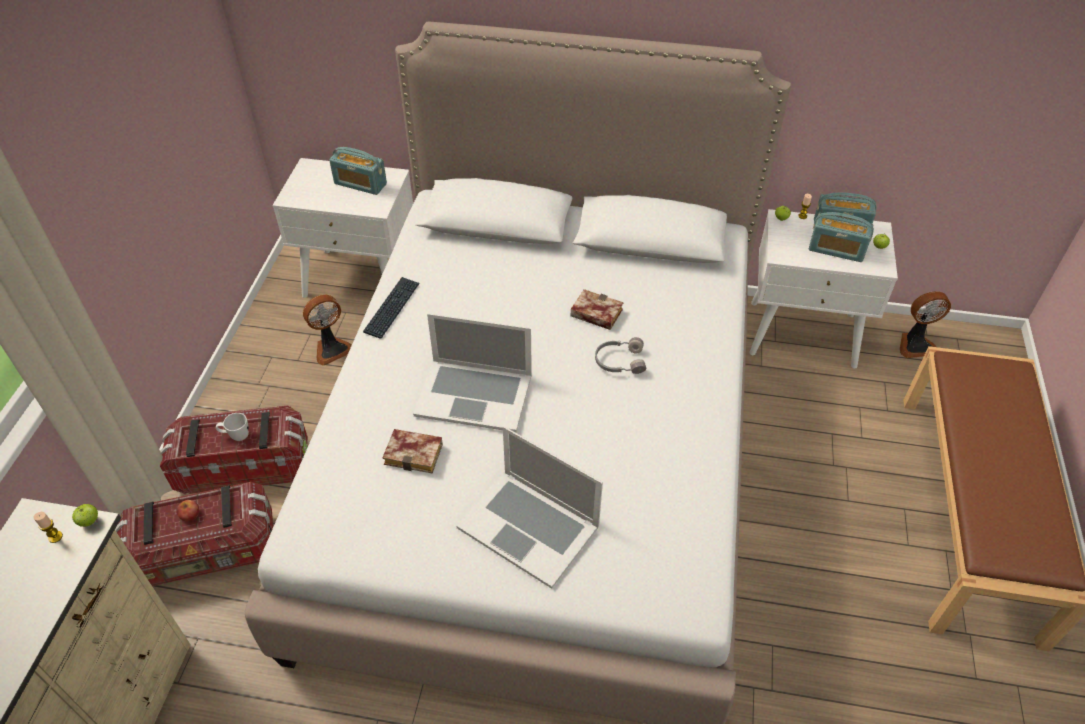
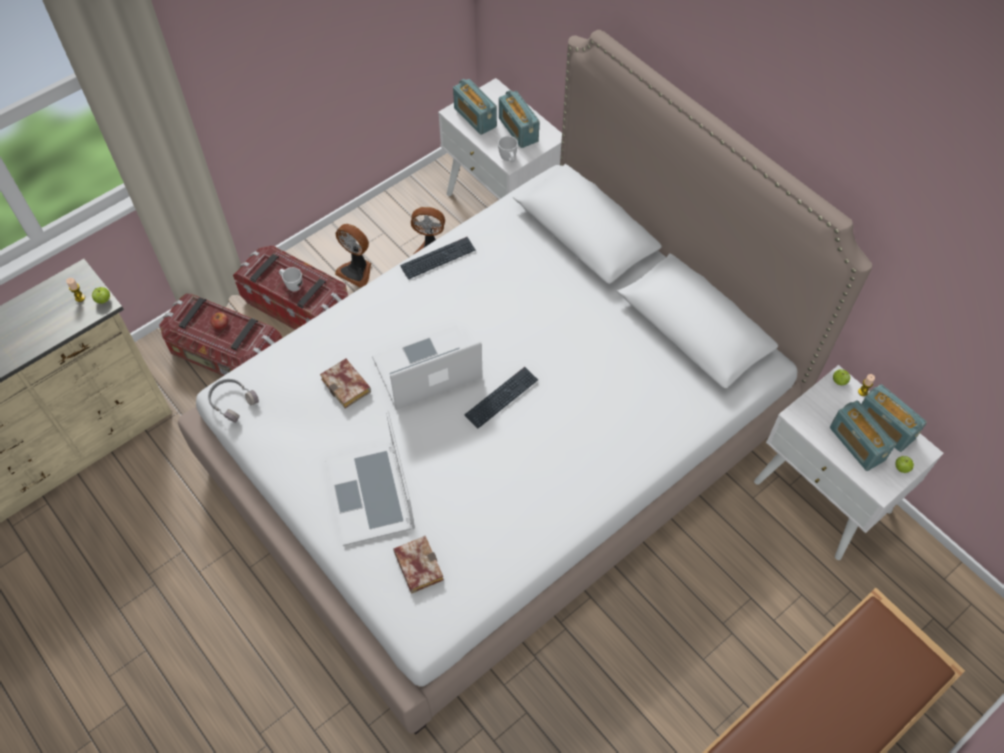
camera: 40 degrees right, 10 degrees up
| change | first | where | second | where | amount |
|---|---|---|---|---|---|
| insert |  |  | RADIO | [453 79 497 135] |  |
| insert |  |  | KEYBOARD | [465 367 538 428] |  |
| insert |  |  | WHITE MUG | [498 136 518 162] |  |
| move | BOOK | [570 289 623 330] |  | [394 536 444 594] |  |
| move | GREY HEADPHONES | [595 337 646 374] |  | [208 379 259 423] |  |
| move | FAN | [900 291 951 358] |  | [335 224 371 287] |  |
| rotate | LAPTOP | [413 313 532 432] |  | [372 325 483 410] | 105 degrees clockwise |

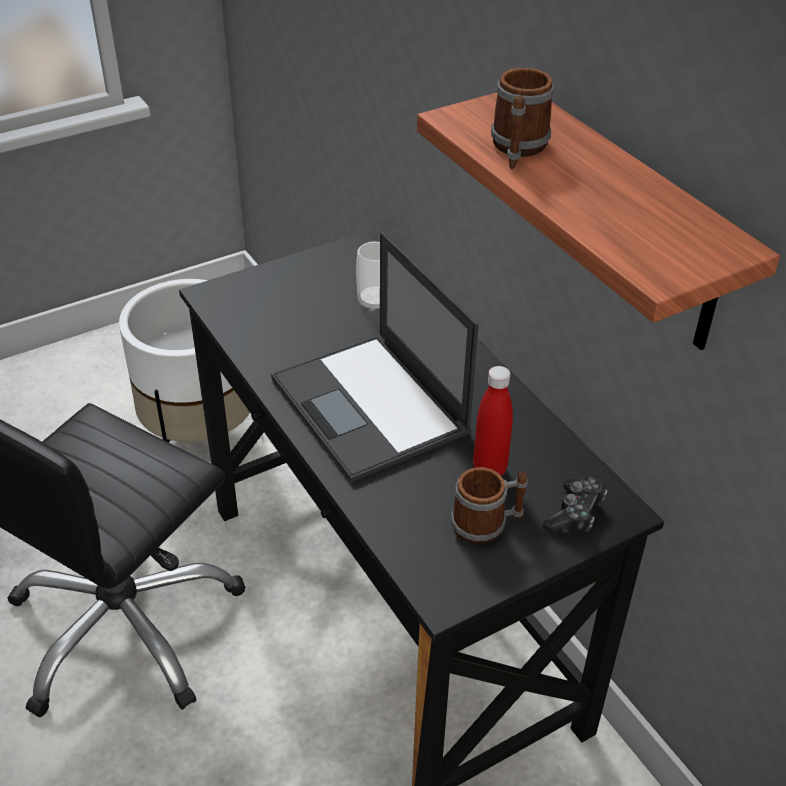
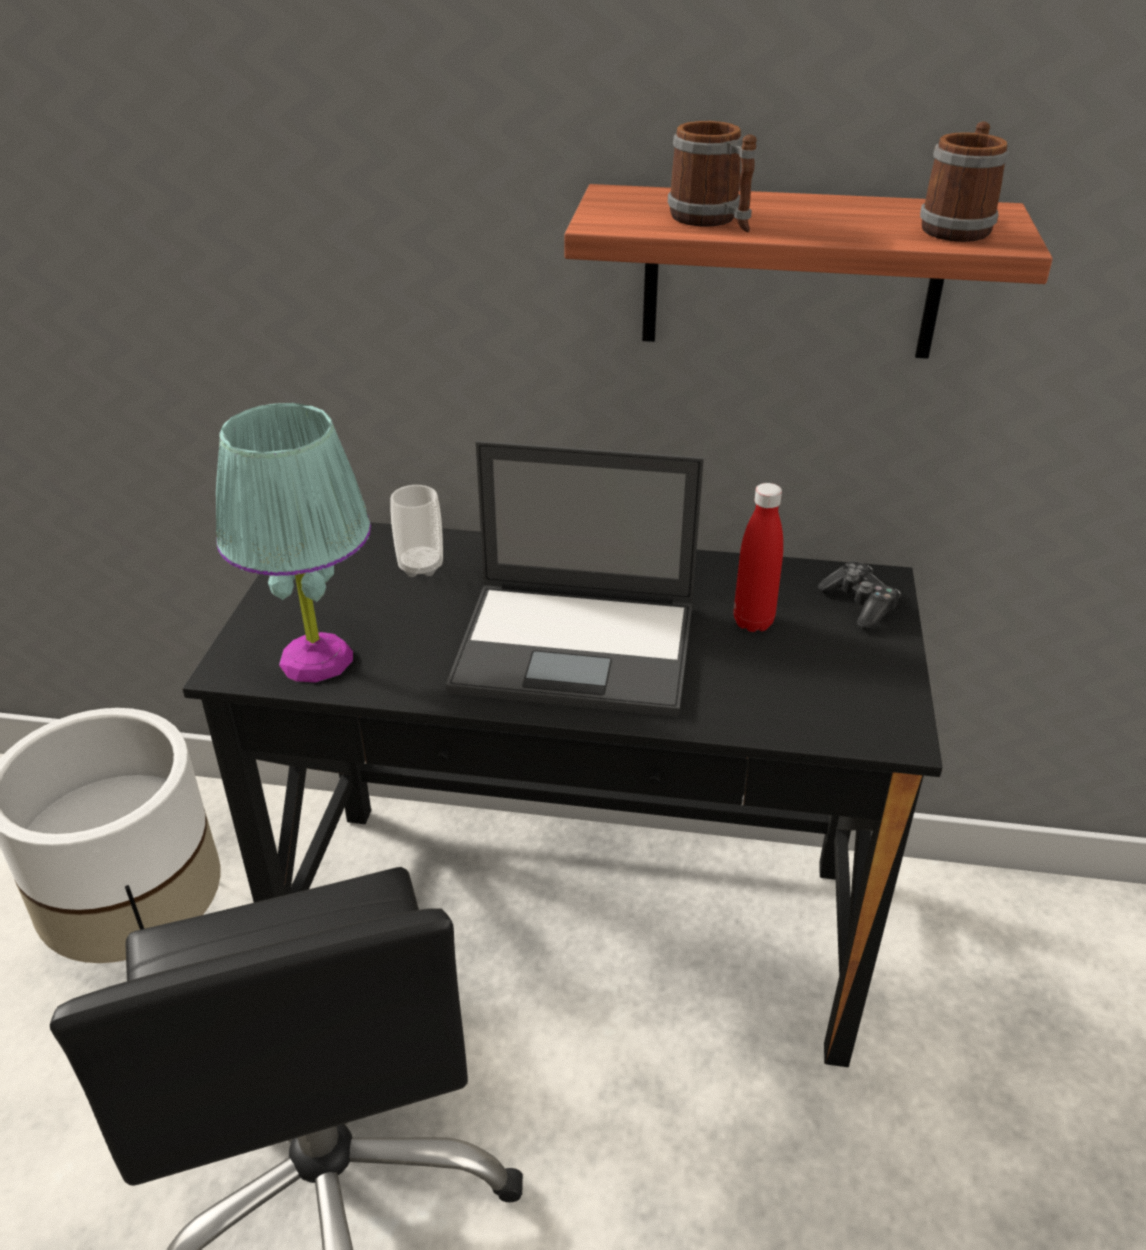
camera: 50 degrees left, 5 degrees down
| change | first | where | second | where | amount |
|---|---|---|---|---|---|
| insert |  |  | TURQUOISE TABLE LAMP | [216 403 371 683] |  |
| move | MUG | [451 467 528 545] |  | [920 122 1009 242] |  |

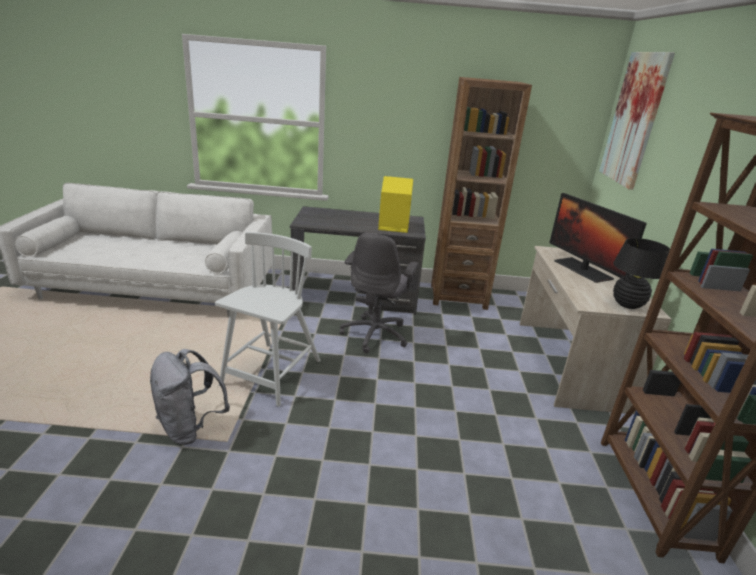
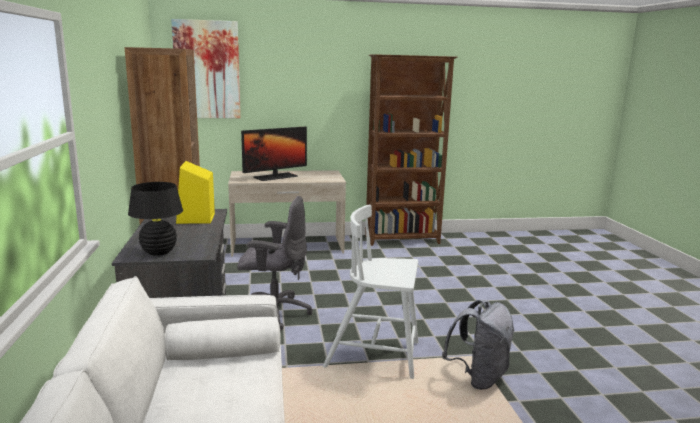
camera: 100 degrees left, 10 degrees down
| change | first | where | second | where | amount |
|---|---|---|---|---|---|
| move | BLACK TABLE LAMP | [613 238 670 309] |  | [128 182 183 256] |  |

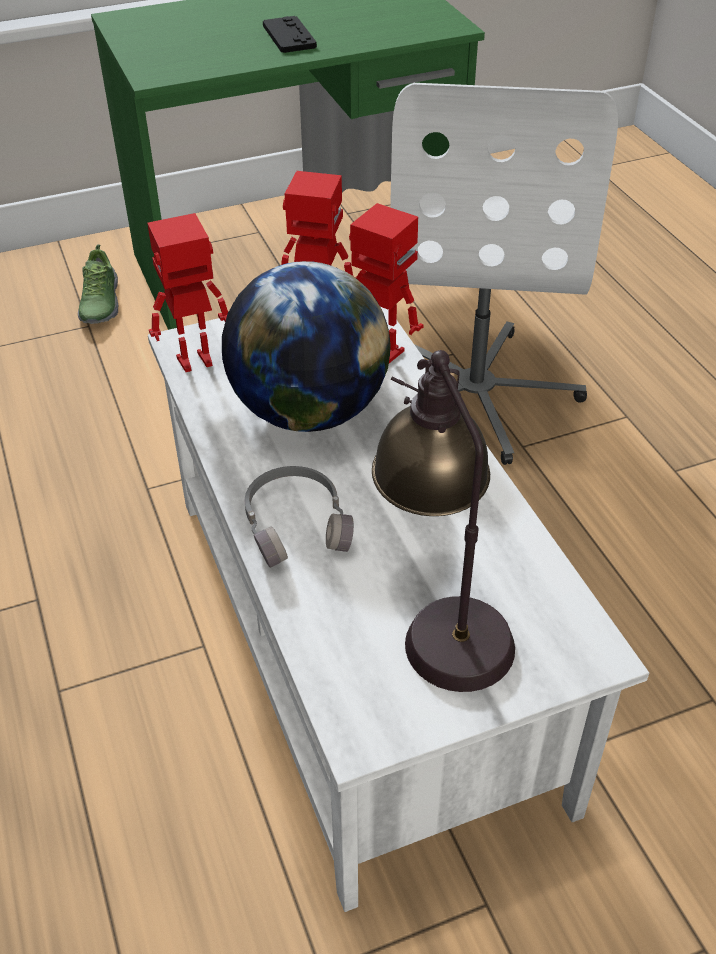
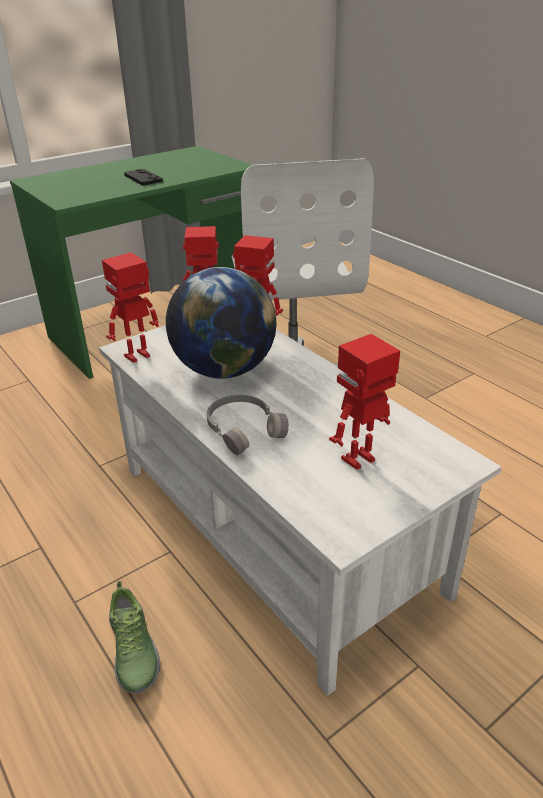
camera: 15 degrees left, 10 degrees down
| change | first | where | second | where | amount |
|---|---|---|---|---|---|
| move | SHOE | [78 244 118 324] |  | [109 581 160 693] |  |
| replace | TABLE LAMP | [372 350 515 692] | TOY ROBOT | [329 334 400 470] |  |

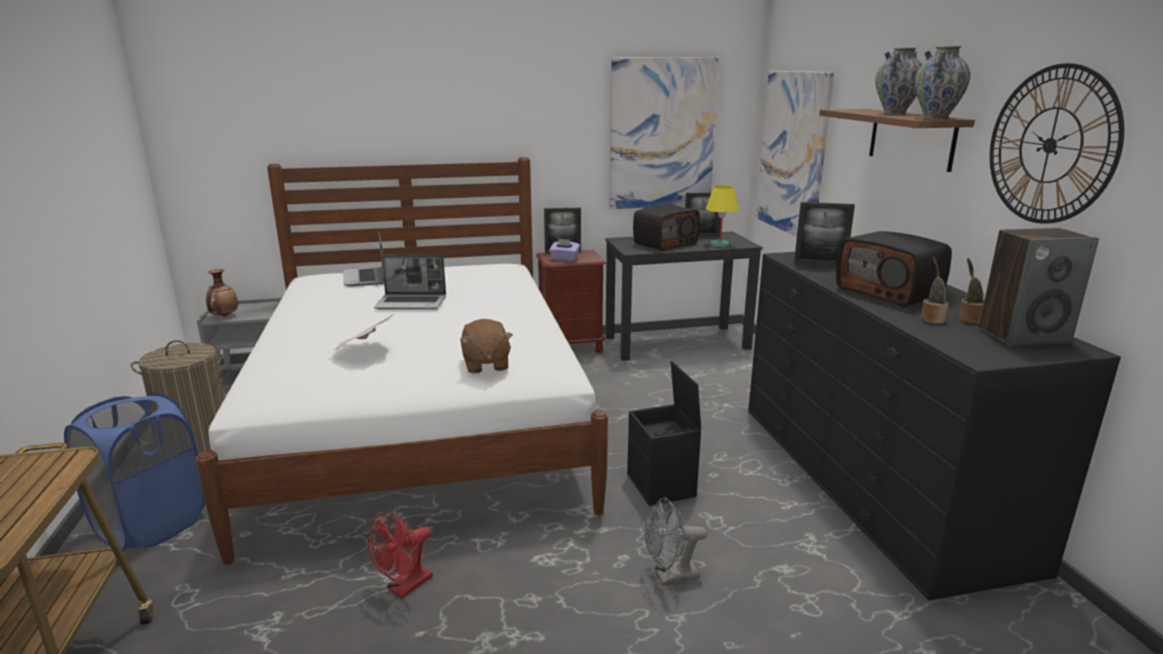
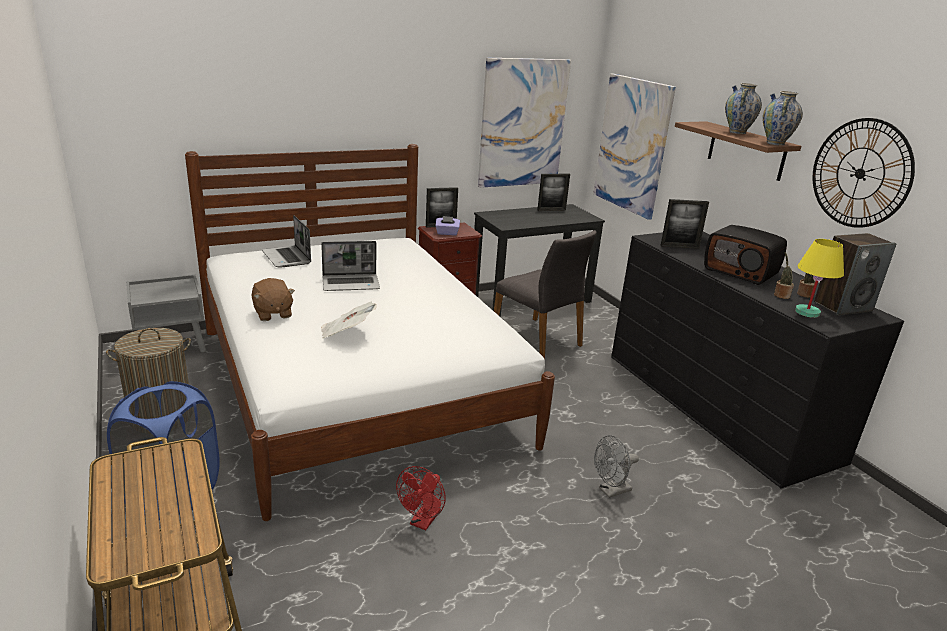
camera: 15 degrees left, 5 degrees up
| change | first | where | second | where | amount |
|---|---|---|---|---|---|
| delete | VASE | [206 269 238 317] |  |  |  |
| delete | BLACK STORAGE BOX | [627 361 701 506] |  |  |  |
| delete | RADIO | [633 204 700 251] |  |  |  |
| insert |  |  | GREY CHAIR | [494 230 597 359] |  |
| move | BROWN PLUSH TOY | [460 319 513 374] |  | [252 278 295 321] |  |
| move | YELLOW TABLE LAMP | [706 185 739 247] |  | [795 239 844 318] |  |

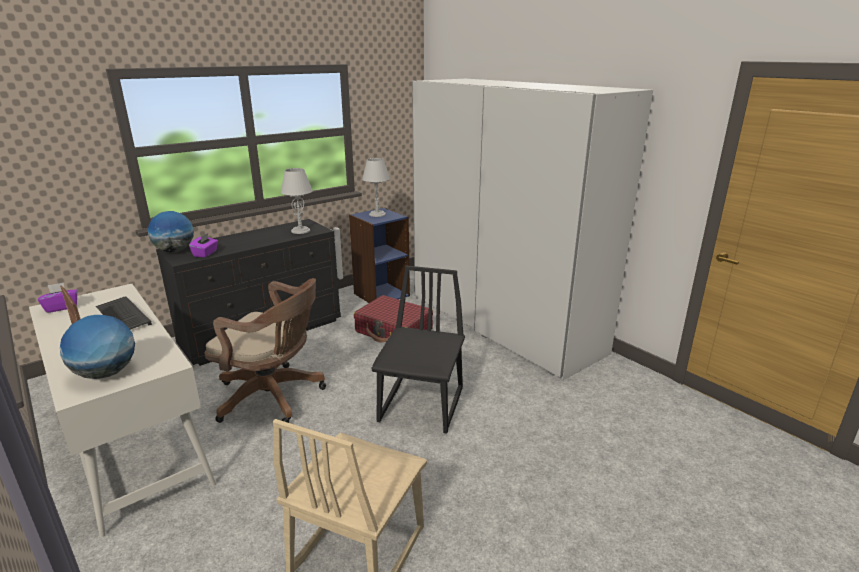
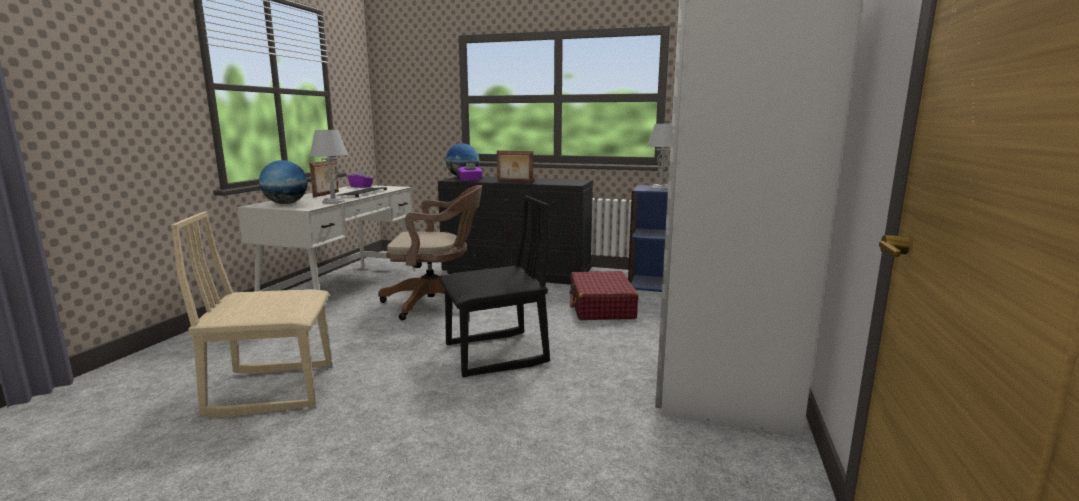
camera: 55 degrees right, 10 degrees down
| change | first | where | second | where | amount |
|---|---|---|---|---|---|
| insert |  |  | PICTURE FRAME | [497 150 533 183] |  |
| move | GREY TABLE LAMP | [281 168 313 234] |  | [310 130 348 203] |  |
| rotate | BROWN OFFICE CHAIR | [204 278 326 423] |  | [378 185 482 321] | 75 degrees counterclockwise |

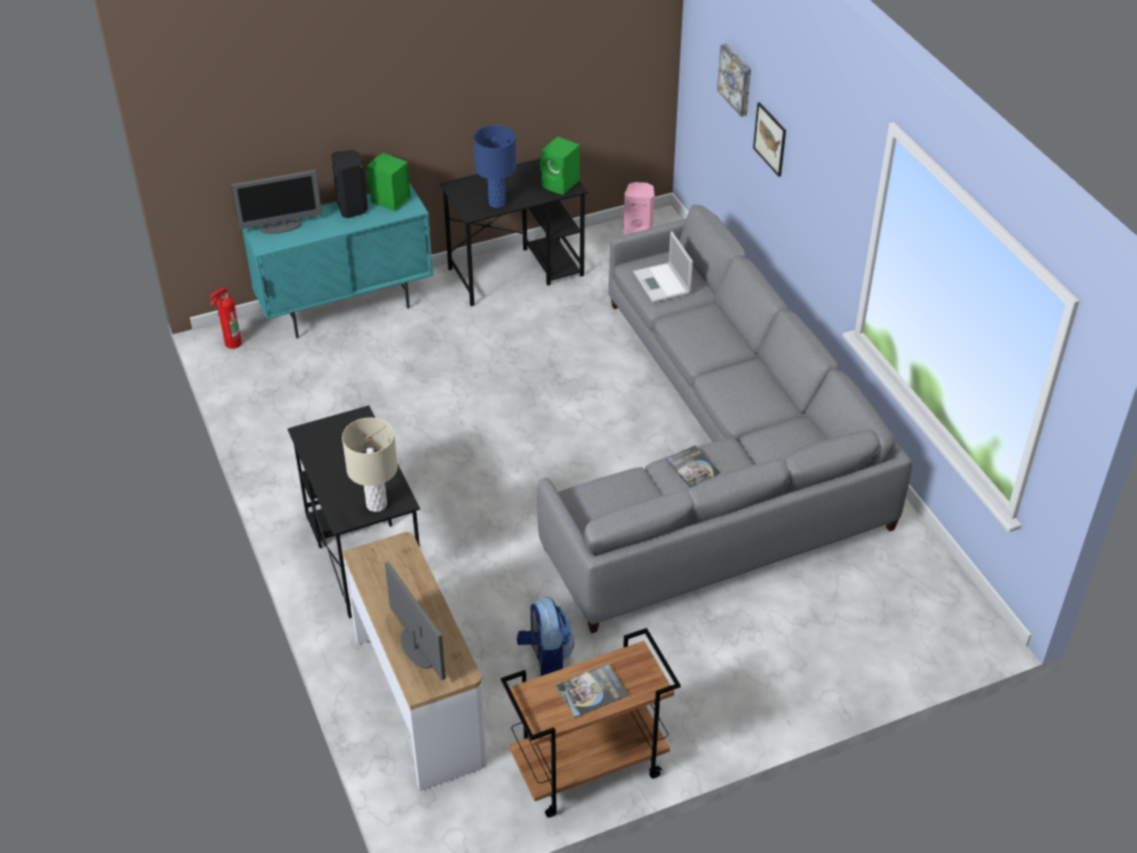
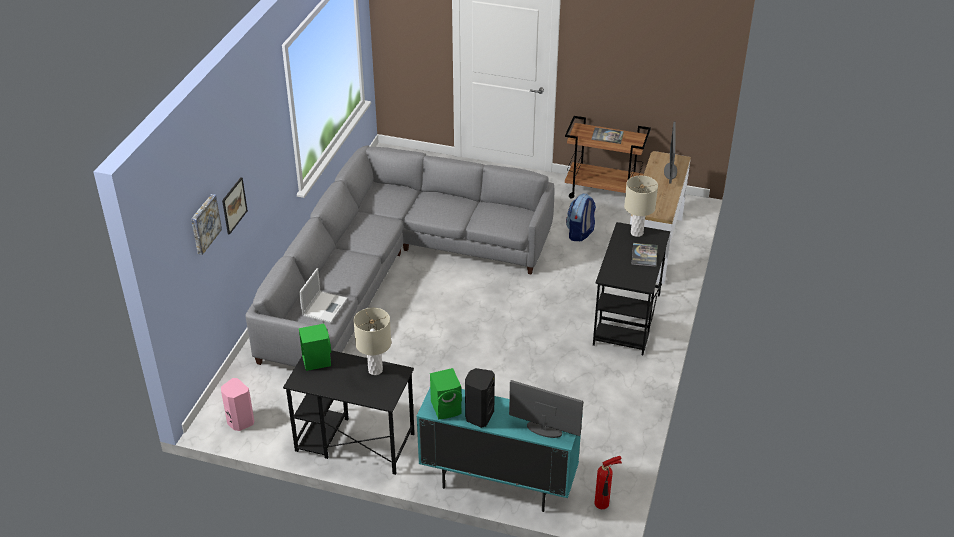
camera: 140 degrees left, 5 degrees down
| change | first | where | second | where | amount |
|---|---|---|---|---|---|
| move | BOOK | [665 445 722 487] |  | [632 243 658 267] |  |
| recolor | BLUE TABLE LAMP | [474 125 516 208] | BEIGE TABLE LAMP | [353 308 391 375] |  |

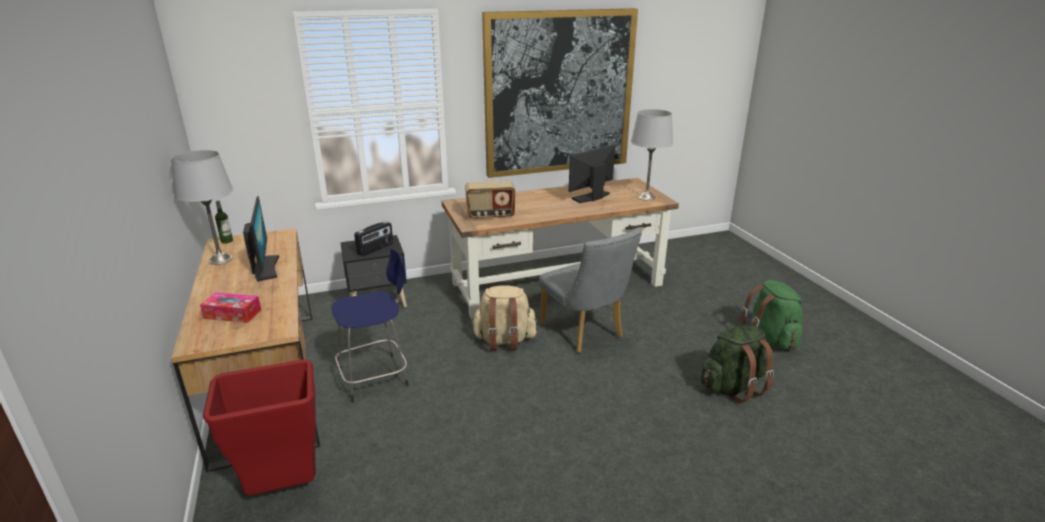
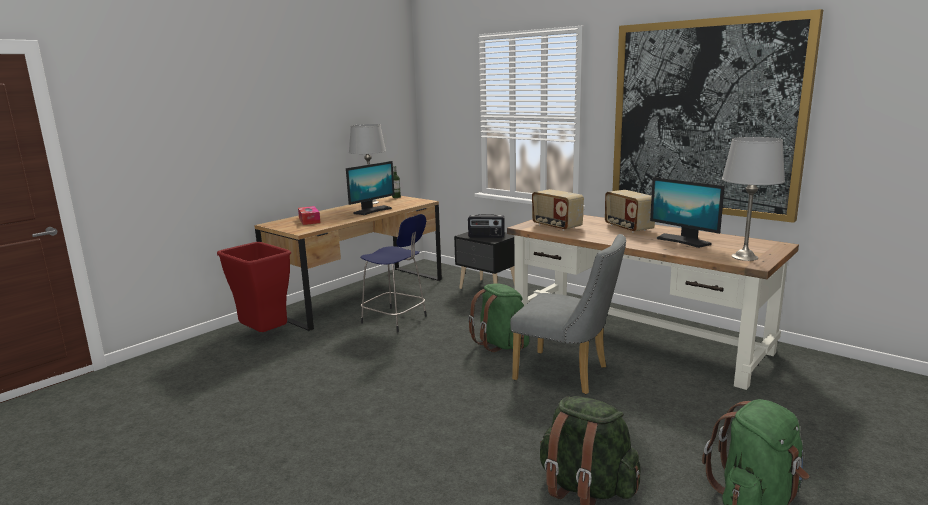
camera: 60 degrees right, 10 degrees down
| change | first | where | second | where | amount |
|---|---|---|---|---|---|
| insert |  |  | RADIO | [605 190 655 233] |  |
| recolor | BEIGE BACKPACK | [471 286 537 351] | GREEN BACKPACK | [468 283 529 352] |  |
| rotate | GREY CHAIR | [539 228 642 353] |  | [510 234 626 394] | 90 degrees counterclockwise |
| rotate | MONITOR | [569 145 615 203] |  | [650 177 725 248] | 150 degrees counterclockwise |

